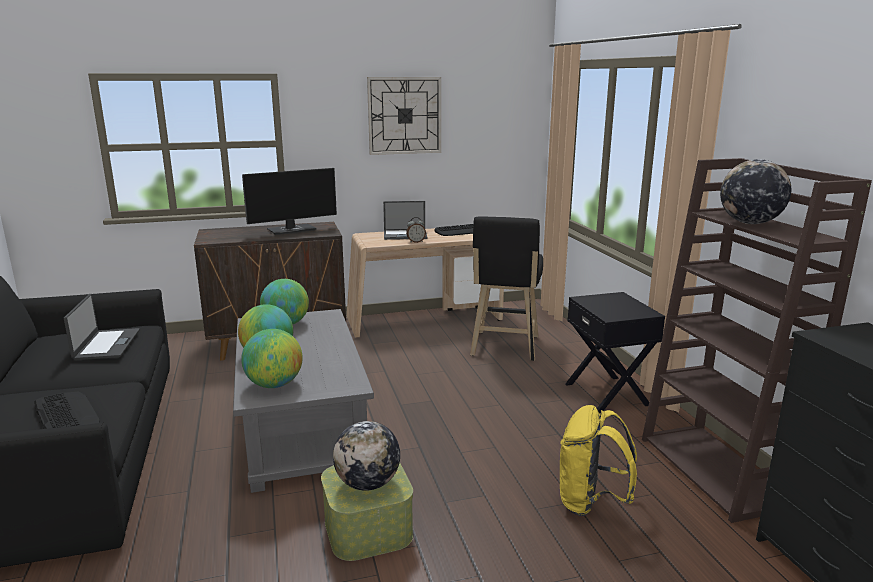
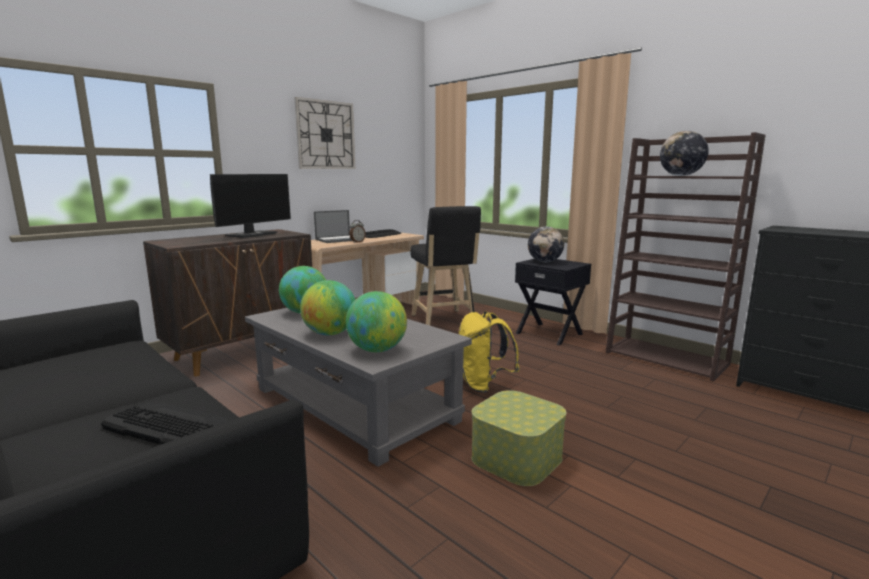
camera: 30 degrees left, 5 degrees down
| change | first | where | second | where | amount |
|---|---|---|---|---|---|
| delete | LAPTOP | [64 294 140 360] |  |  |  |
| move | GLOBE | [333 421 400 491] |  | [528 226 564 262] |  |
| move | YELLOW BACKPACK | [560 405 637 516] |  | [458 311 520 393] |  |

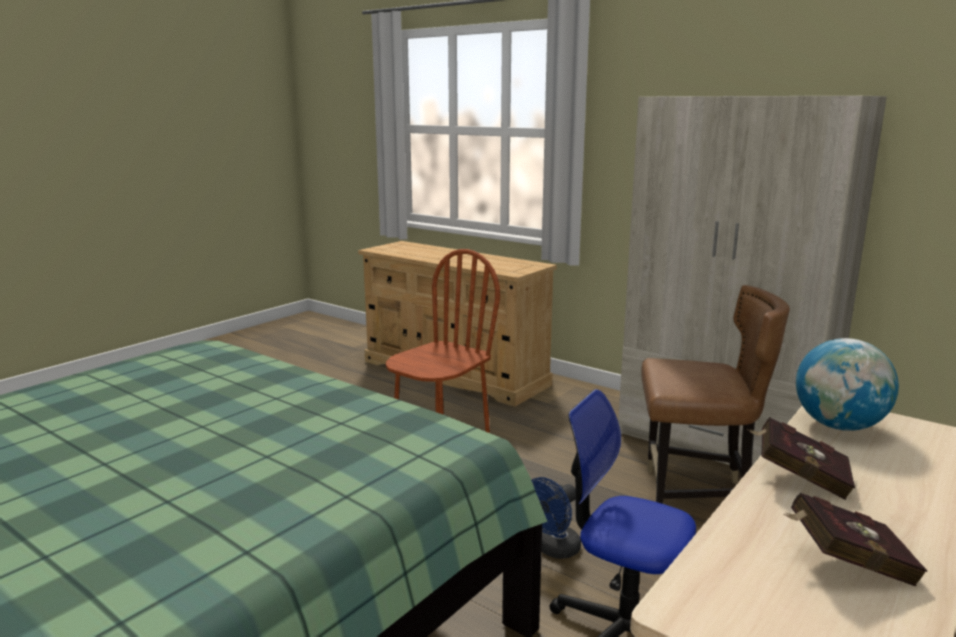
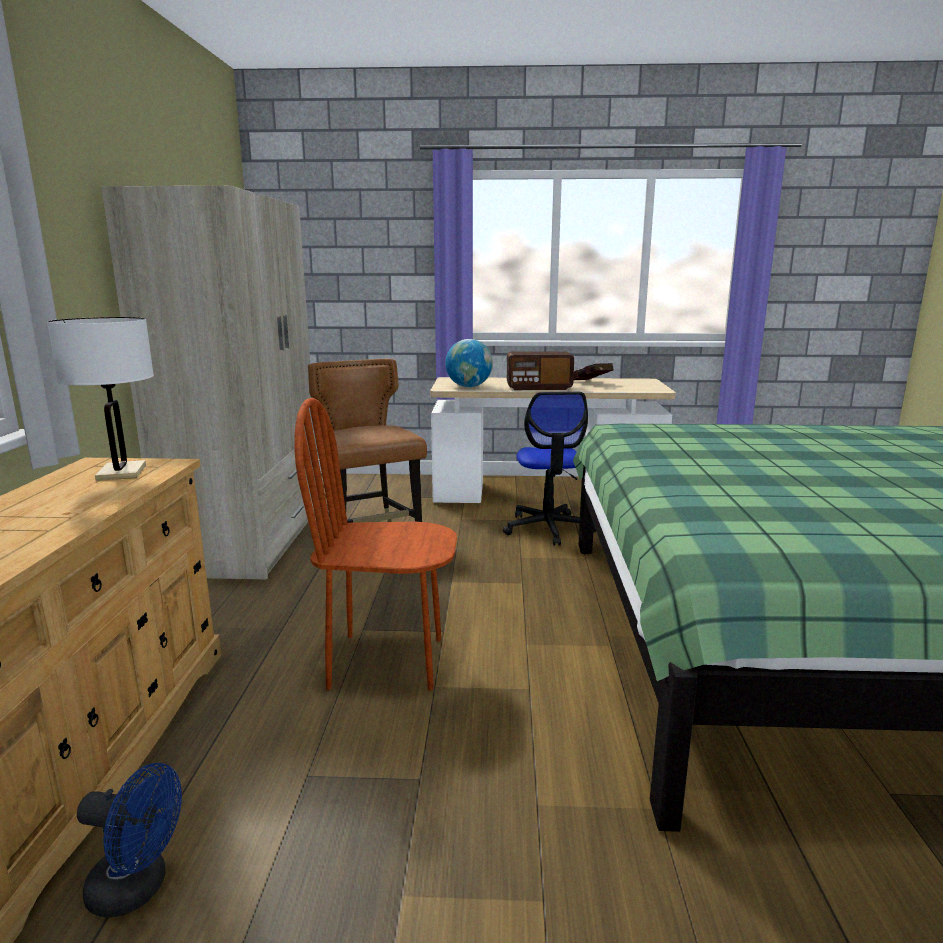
camera: 125 degrees left, 0 degrees up
| change | first | where | second | where | amount |
|---|---|---|---|---|---|
| insert |  |  | WHITE TABLE LAMP | [47 317 154 481] |  |
| move | BLUE FAN | [531 477 581 559] |  | [77 763 182 917] |  |
| replace | RED BOOK | [747 417 855 500] | RADIO | [506 351 574 390] |  |

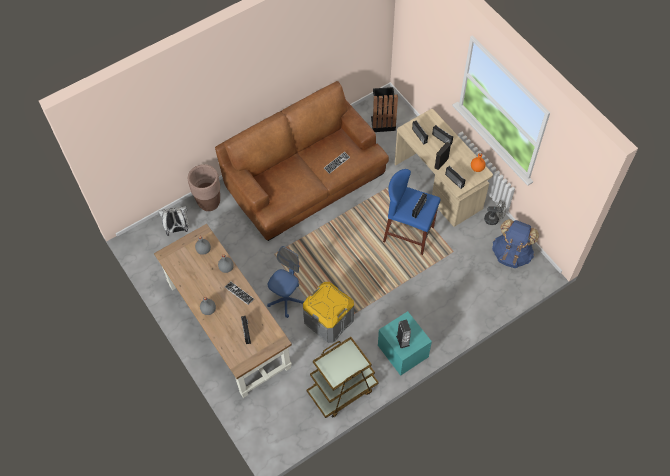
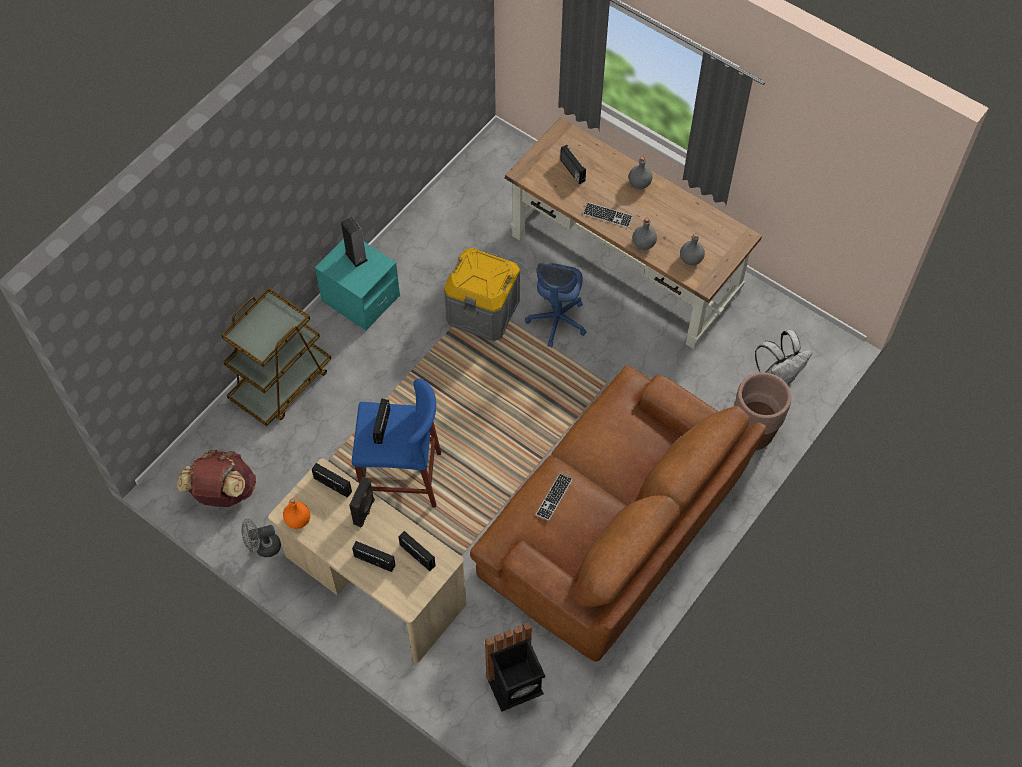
camera: 160 degrees right, 0 degrees up
| change | first | where | second | where | amount |
|---|---|---|---|---|---|
| move | BROWN CART | [307 337 379 418] |  | [221 287 331 426] |  |
| recolor | BLUE BACKPACK | [492 219 539 268] | BROWN BACKPACK | [177 450 256 507] |  |

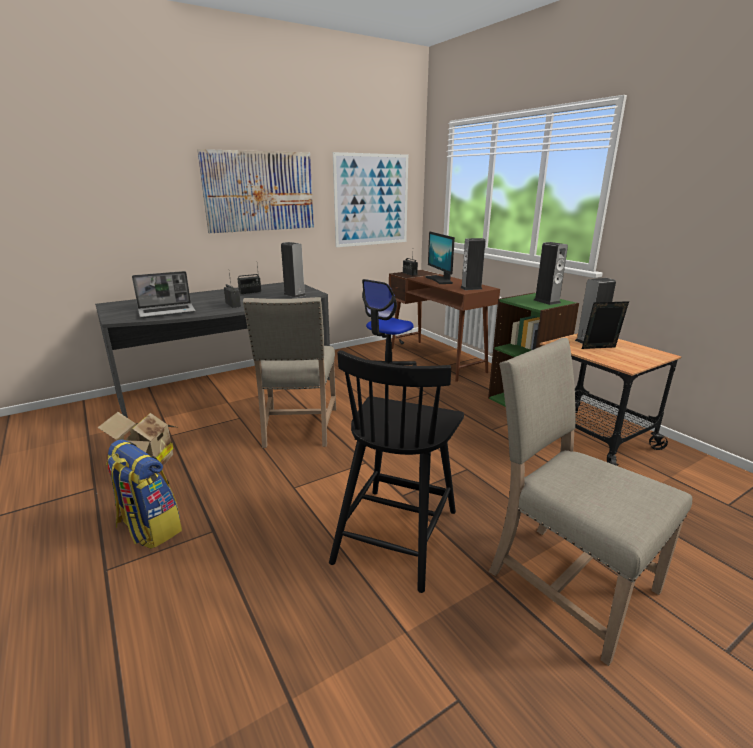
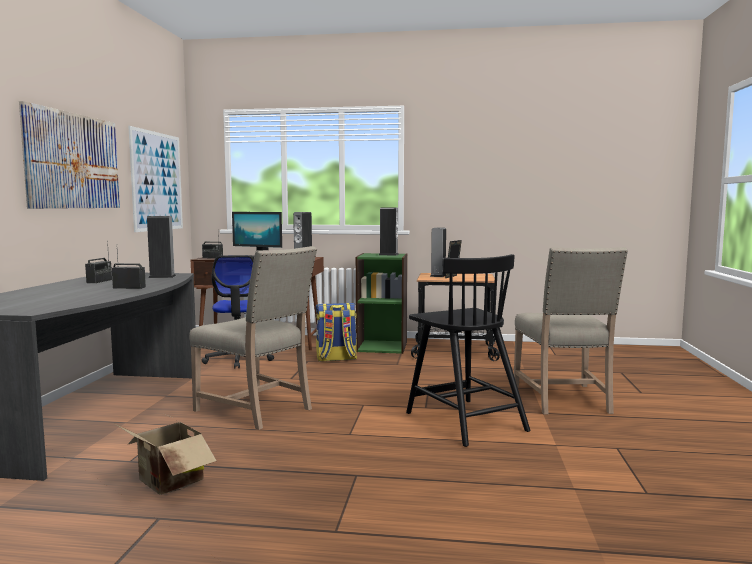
camera: 50 degrees left, 15 degrees down
| change | first | where | second | where | amount |
|---|---|---|---|---|---|
| delete | LAPTOP | [132 271 196 318] |  |  |  |
| move | BACKPACK | [106 439 182 549] |  | [316 303 357 361] |  |
| rotate | BEIGE CHAIR | [489 338 692 666] |  | [514 247 628 414] | 90 degrees counterclockwise |

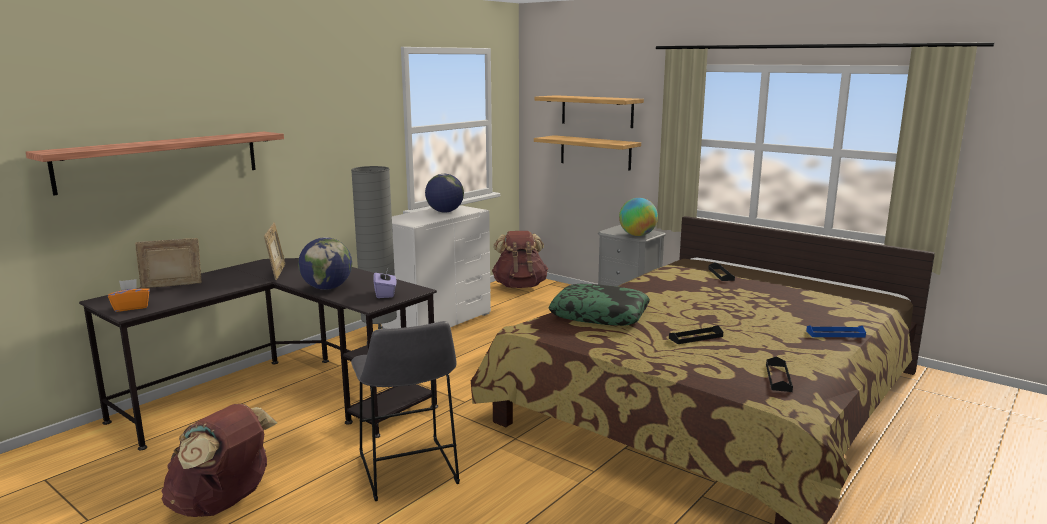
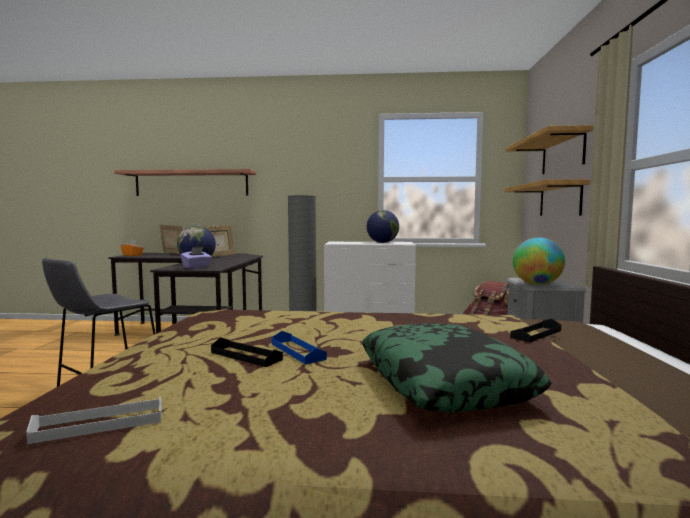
camera: 55 degrees right, 10 degrees down
| change | first | where | second | where | amount |
|---|---|---|---|---|---|
| delete | BROWN BACKPACK | [162 404 277 517] |  |  |  |
| move | PILLOW | [548 284 650 326] |  | [362 323 552 412] |  |
| move | BLUE TRAY | [806 325 866 337] |  | [272 331 327 364] |  |
| recolor | BLACK TRAY | [766 356 793 392] | WHITE TRAY | [26 396 162 444] |  |

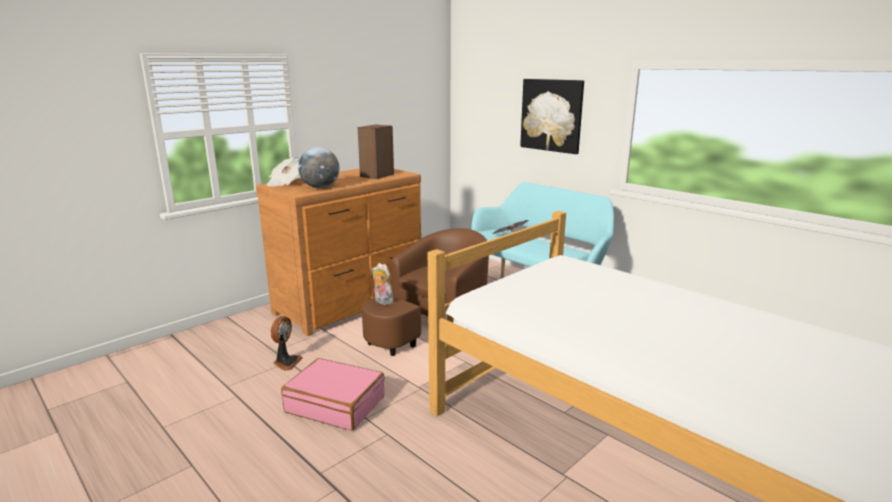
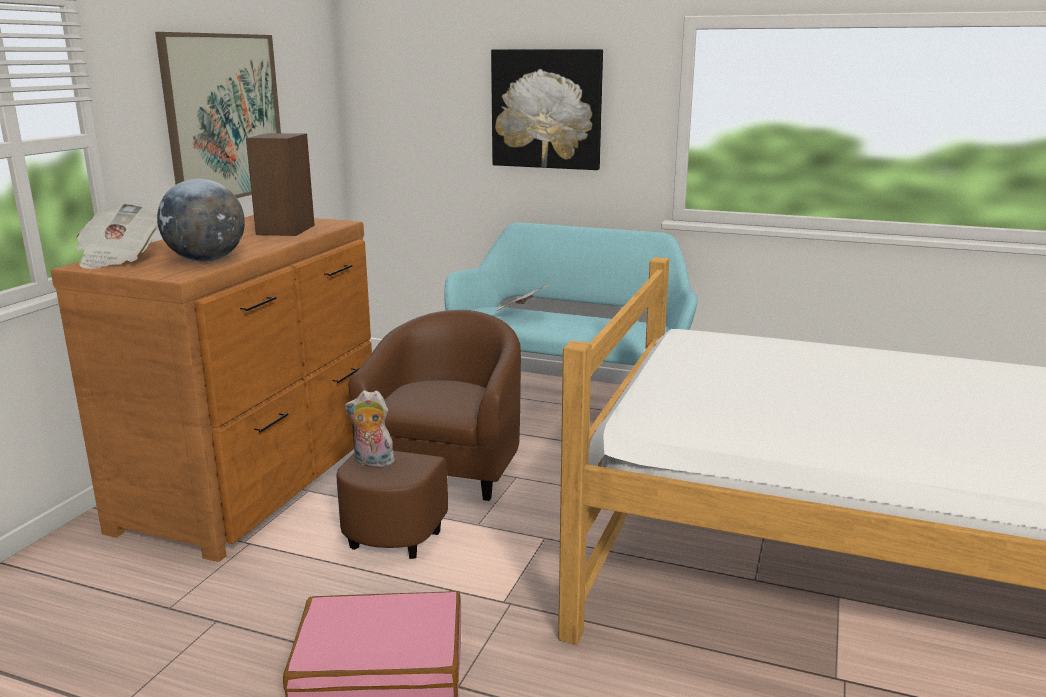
camera: 25 degrees left, 0 degrees up
| change | first | where | second | where | amount |
|---|---|---|---|---|---|
| delete | FAN | [271 316 303 371] |  |  |  |
| insert |  |  | PICTURE | [155 32 281 198] |  |

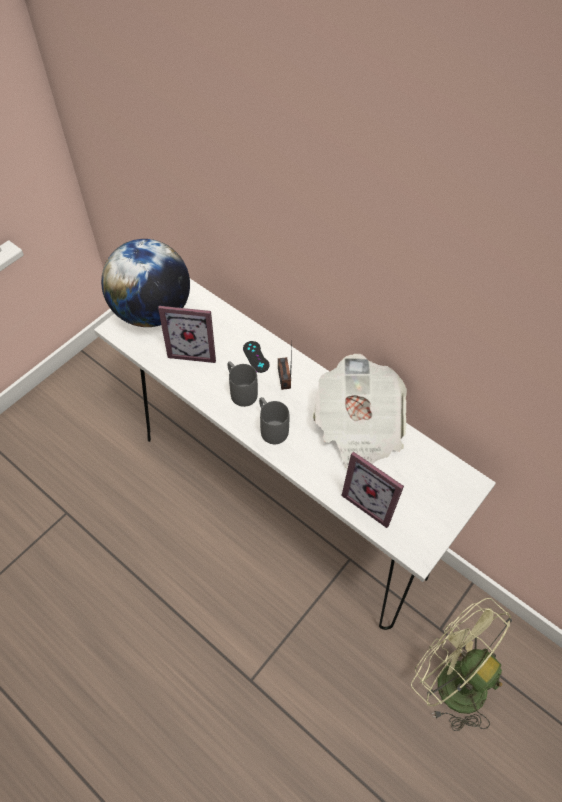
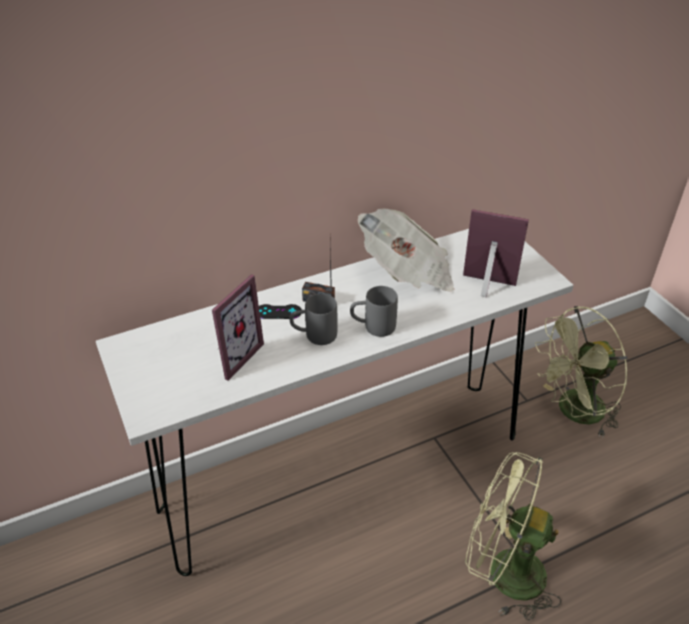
camera: 65 degrees left, 15 degrees down
| change | first | where | second | where | amount |
|---|---|---|---|---|---|
| delete | GLOBE | [101 239 190 327] |  |  |  |
| insert |  |  | GREEN FAN | [465 452 561 620] |  |
| rotate | PICTURE FRAME | [341 452 404 528] |  | [463 209 529 298] | 135 degrees counterclockwise |

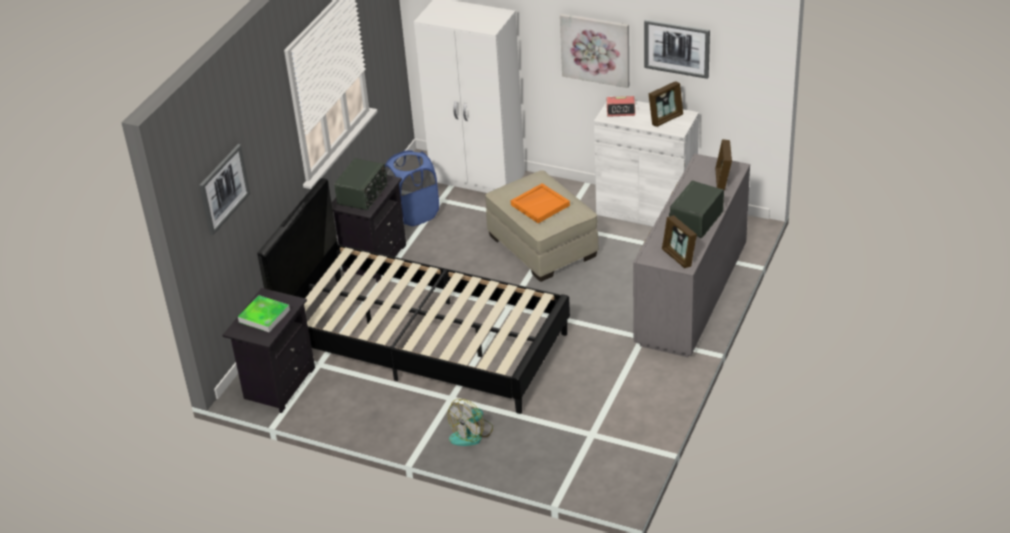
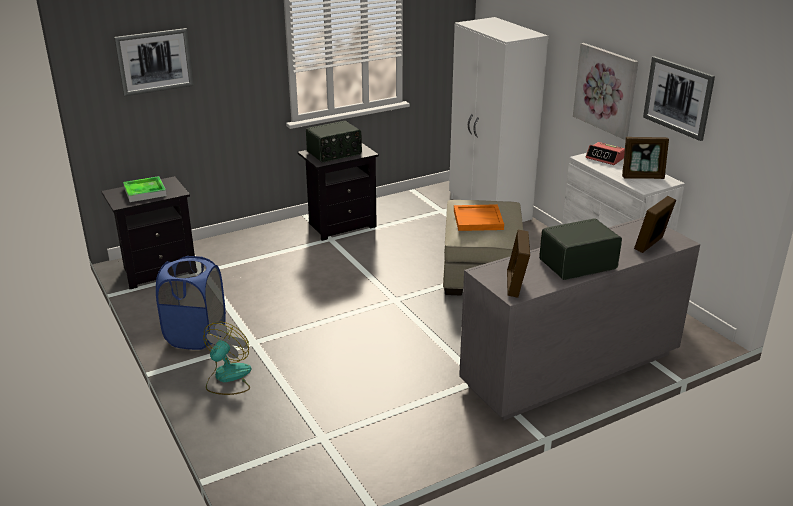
camera: 35 degrees right, 10 degrees down
| change | first | where | second | where | amount |
|---|---|---|---|---|---|
| delete | BLACK BED | [258 178 570 414] |  |  |  |
| move | BLUE LAUNDRY BASKET | [385 150 439 226] |  | [156 256 226 350] |  |
| rotate | FAN | [448 399 493 446] |  | [203 322 252 395] | 120 degrees clockwise |

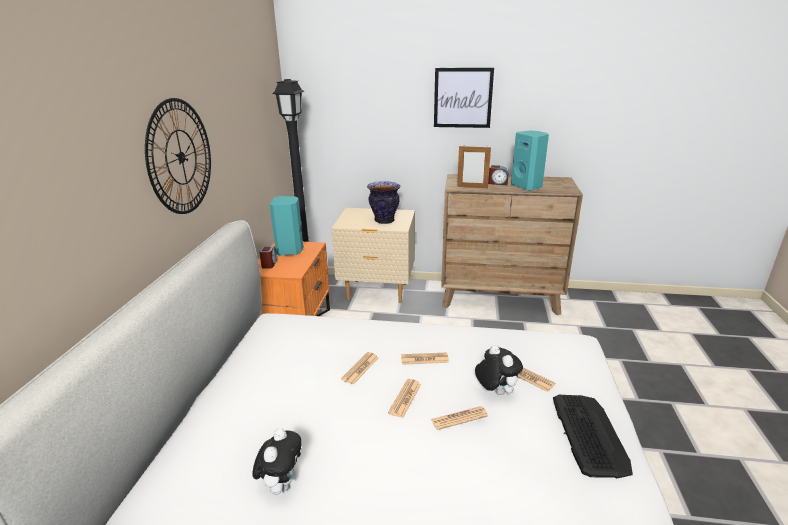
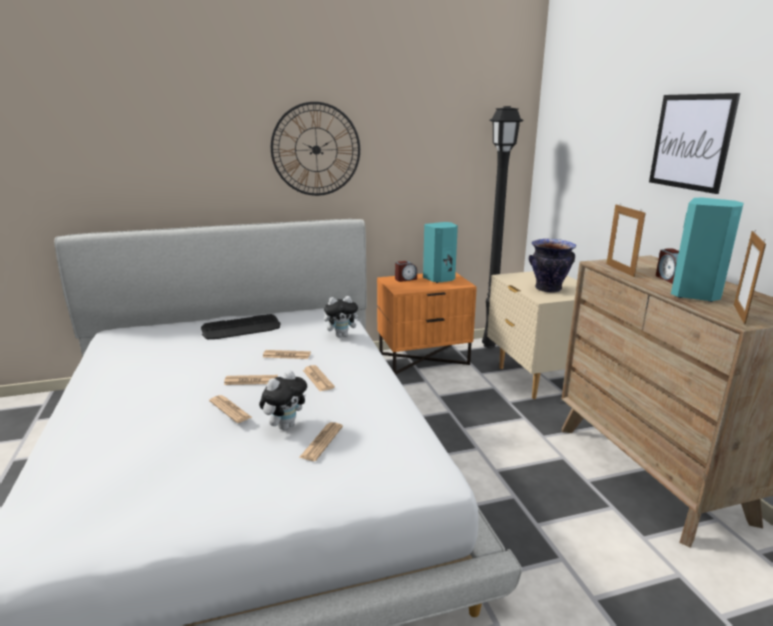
camera: 65 degrees right, 5 degrees down
| change | first | where | second | where | amount |
|---|---|---|---|---|---|
| insert |  |  | PICTURE FRAME | [734 230 766 325] |  |
| move | PLUSH TOY | [252 428 302 495] |  | [324 296 362 338] |  |
| move | KEYBOARD | [553 395 633 478] |  | [201 314 280 339] |  |

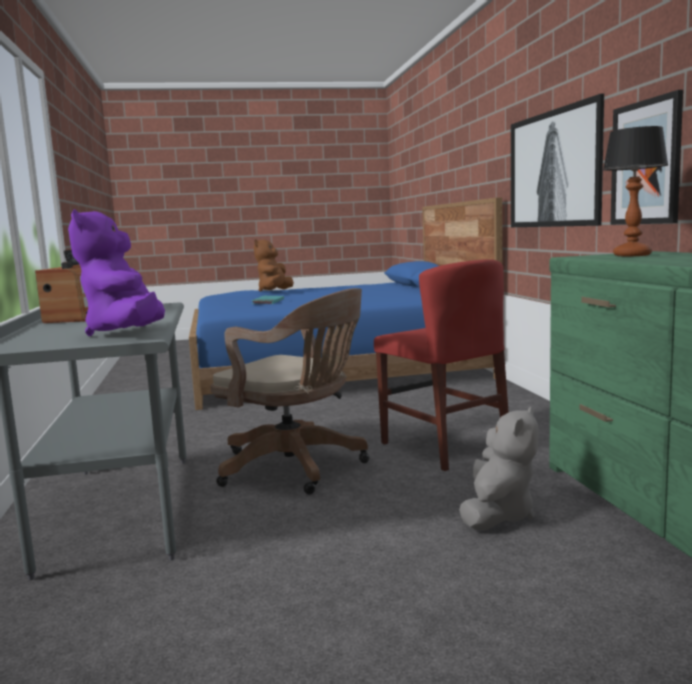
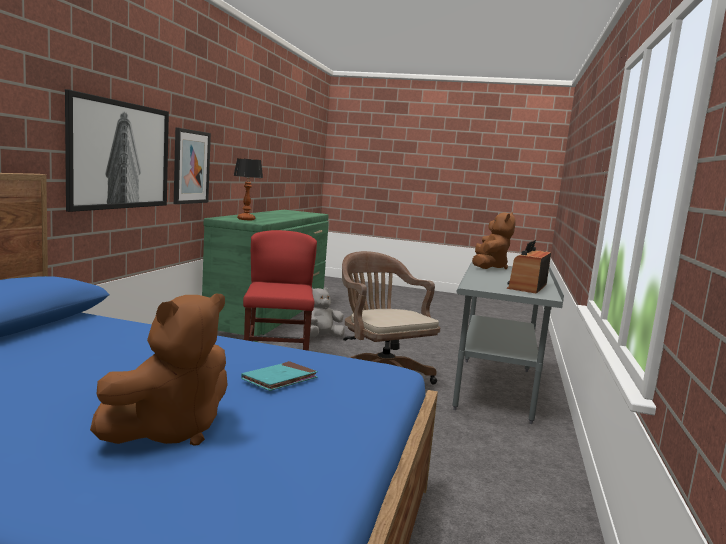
camera: 155 degrees left, 0 degrees up
| change | first | where | second | where | amount |
|---|---|---|---|---|---|
| recolor | PURPLE PLUSH TOY | [68 209 165 336] | BROWN PLUSH TOY | [472 212 516 269] |  |

